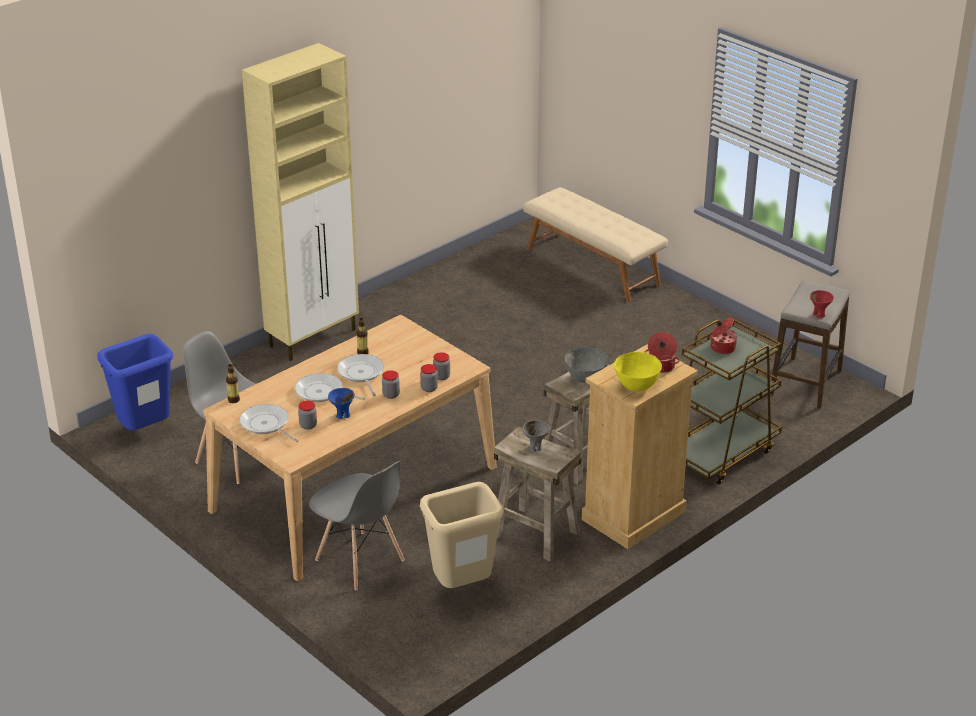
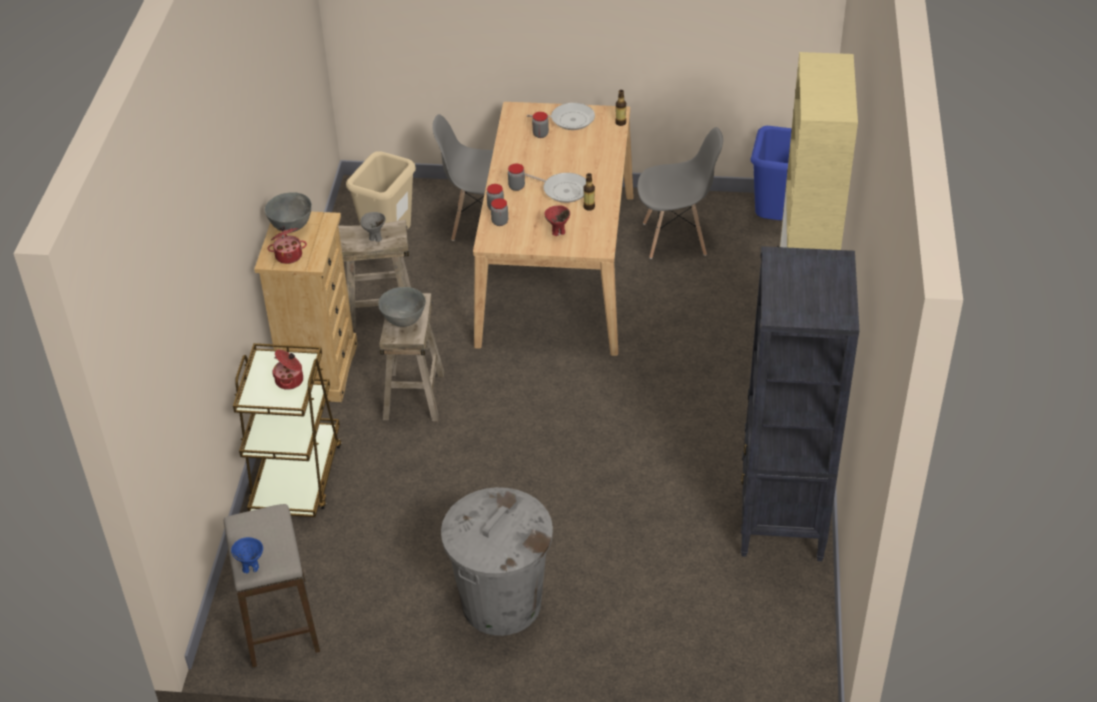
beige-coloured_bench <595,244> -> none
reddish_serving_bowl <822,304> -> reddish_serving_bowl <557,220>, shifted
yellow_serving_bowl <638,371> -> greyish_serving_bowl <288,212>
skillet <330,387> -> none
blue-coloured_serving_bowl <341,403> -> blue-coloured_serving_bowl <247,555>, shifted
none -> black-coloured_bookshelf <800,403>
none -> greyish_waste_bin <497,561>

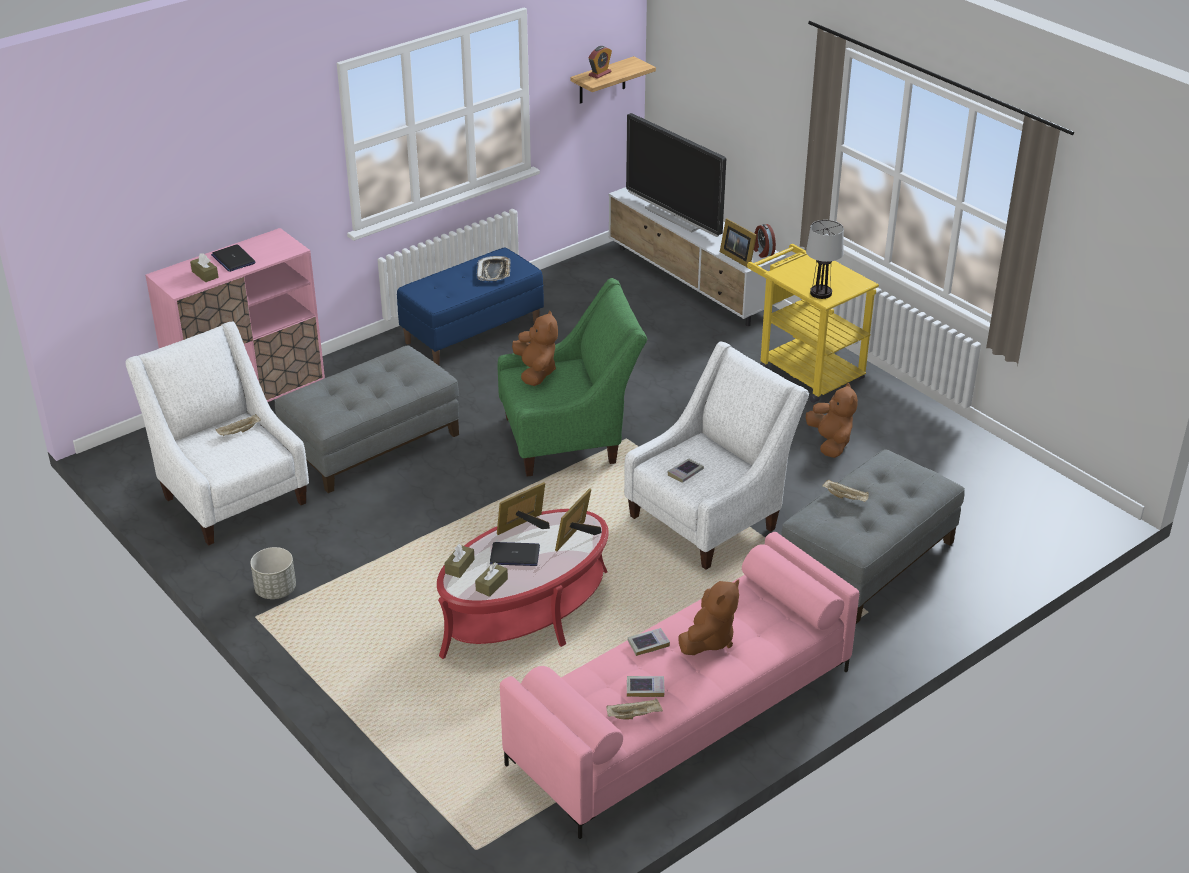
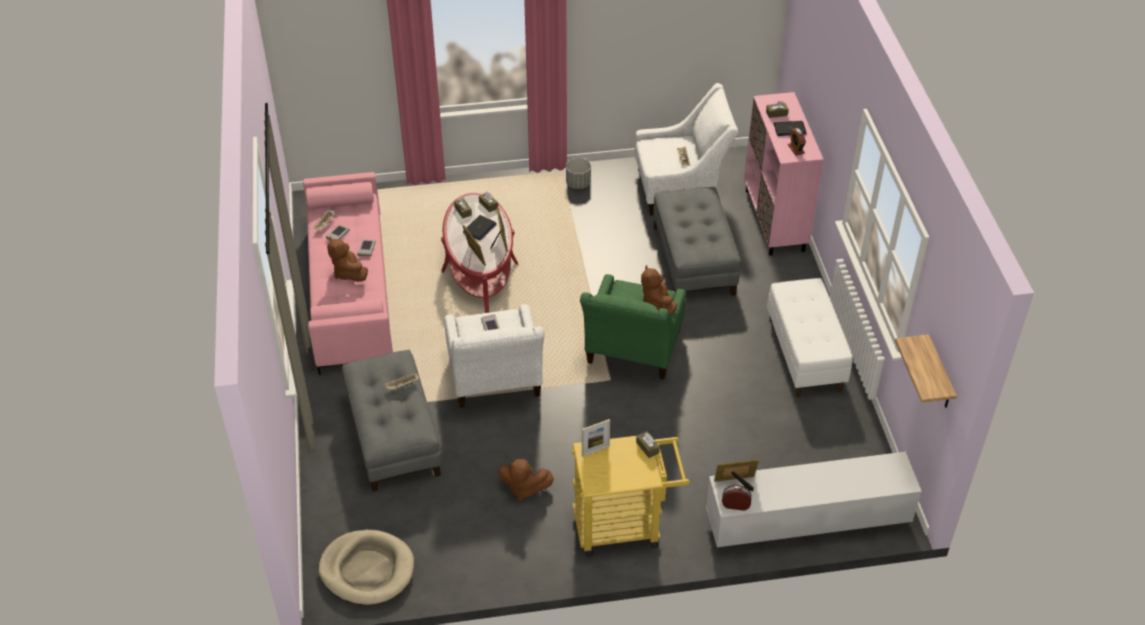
bedside_clock <600,62> -> bedside_clock <797,142>, shifted
television <676,175> -> none
lamp_for_a_table <825,259> -> standing_frame <596,438>
blue-coloured_bench <470,306> -> white_bench <809,337>
tray <494,268> -> none
brown-coloured_soft_toy <535,348> -> brown-coloured_soft_toy <659,290>, 60 degrees clockwise
none -> brown-coloured_box_of_tissues <648,444>
none -> beige-coloured_dog_bed <366,567>

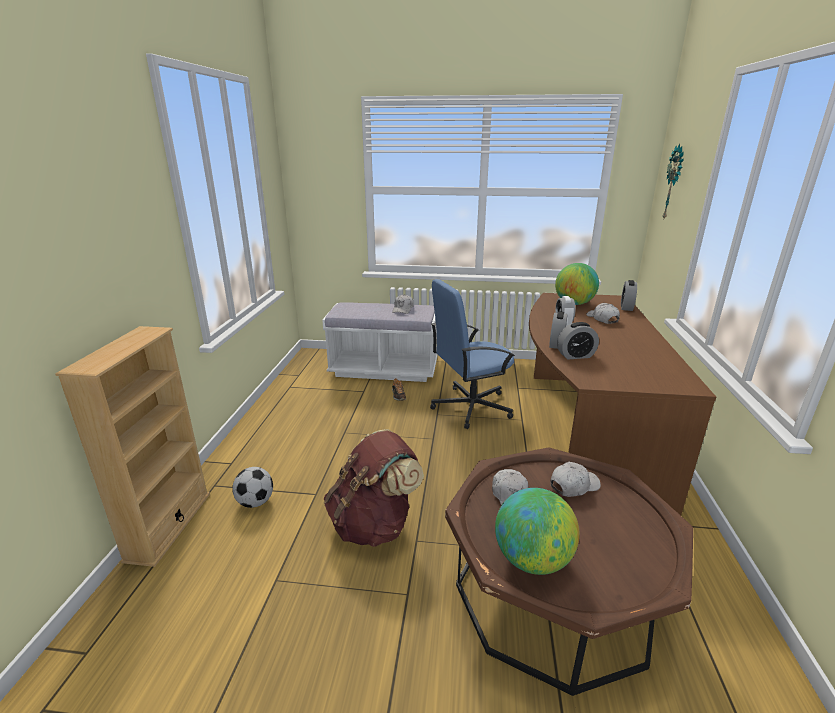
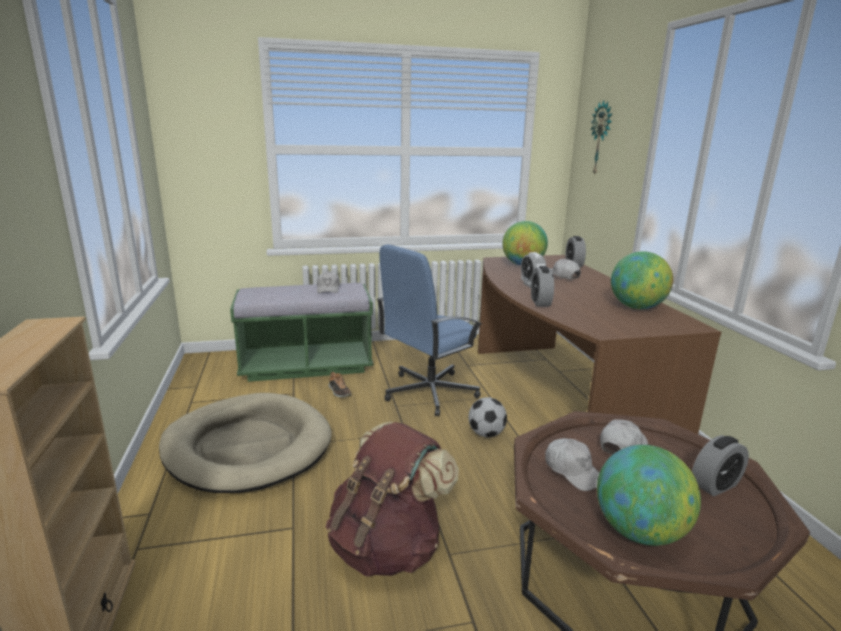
white_bench <380,342> -> green-coloured_bench <301,332>
bedside_clock <578,340> -> bedside_clock <720,466>, shifted
football_ball <252,487> -> football_ball <487,417>, shifted
none -> globe <642,280>
none -> beige-coloured_dog_bed <245,443>

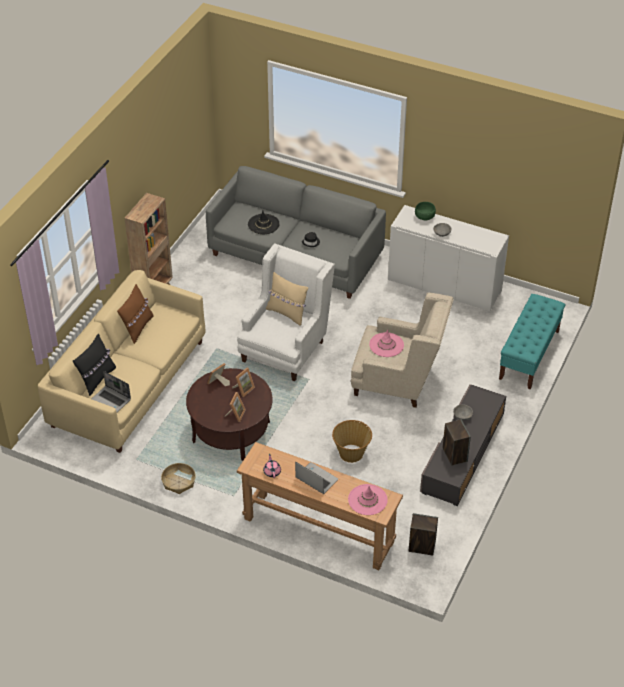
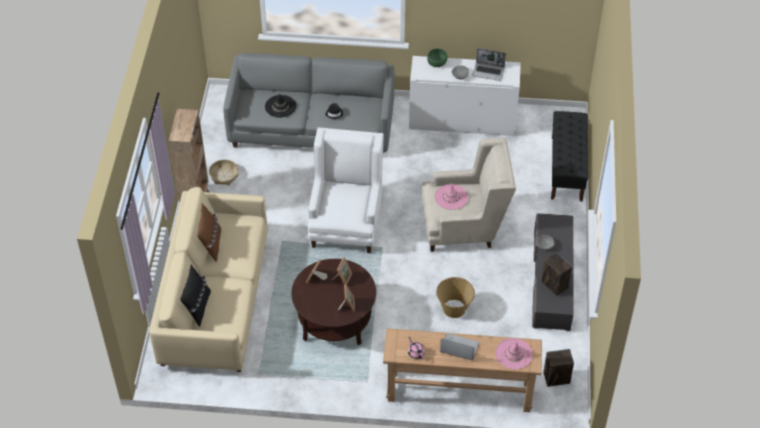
beige-coloured_pillow <287,299> -> none
turquoise-coloured_bench <532,342> -> black-coloured_bench <569,156>
laptop <111,391> -> laptop <489,64>, shifted
storage_basket <178,478> -> storage_basket <224,172>, shifted

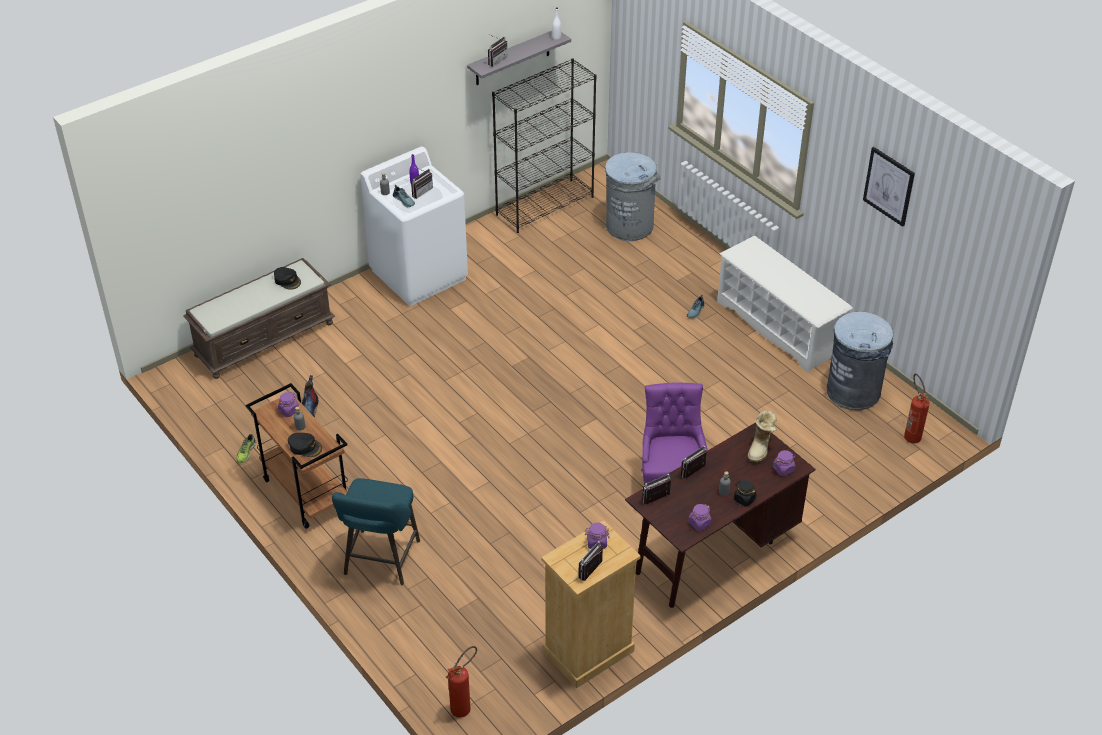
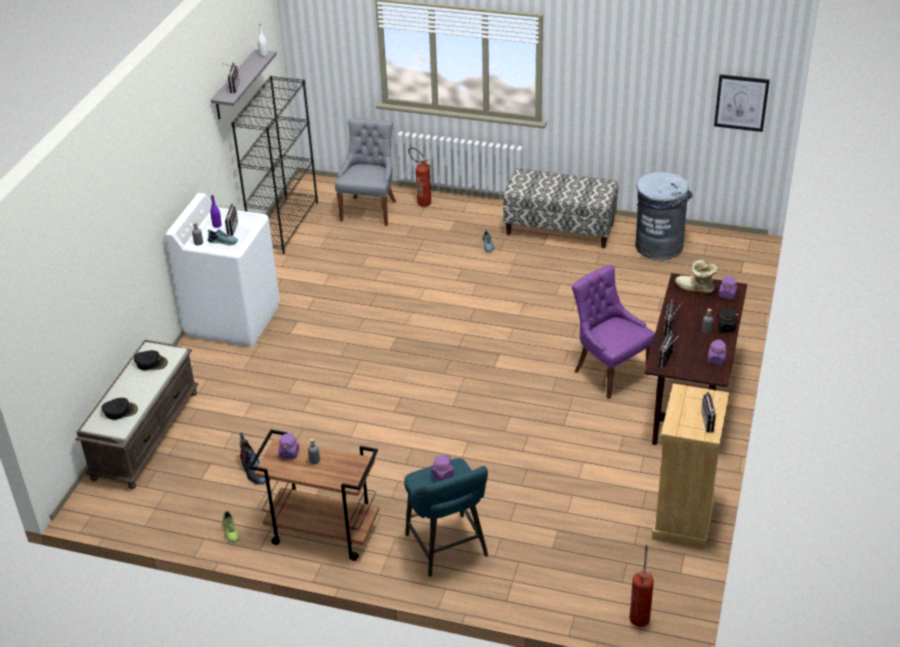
wall_art <889,187> -> wall_art <742,103>, shifted
greyish_waste_bin <633,196> -> greyish_chair <365,172>
white_shoe_shelf <785,304> -> bench <560,208>
fire-fighting_cylinder <917,408> -> fire-fighting_cylinder <419,177>, shifted
tall_boot <762,437> -> tall_boot <696,276>, 135 degrees clockwise
black-coloured_cap <305,445> -> black-coloured_cap <119,409>, shifted
purple-coloured_preserve_jar <597,536> -> purple-coloured_preserve_jar <442,468>, shifted

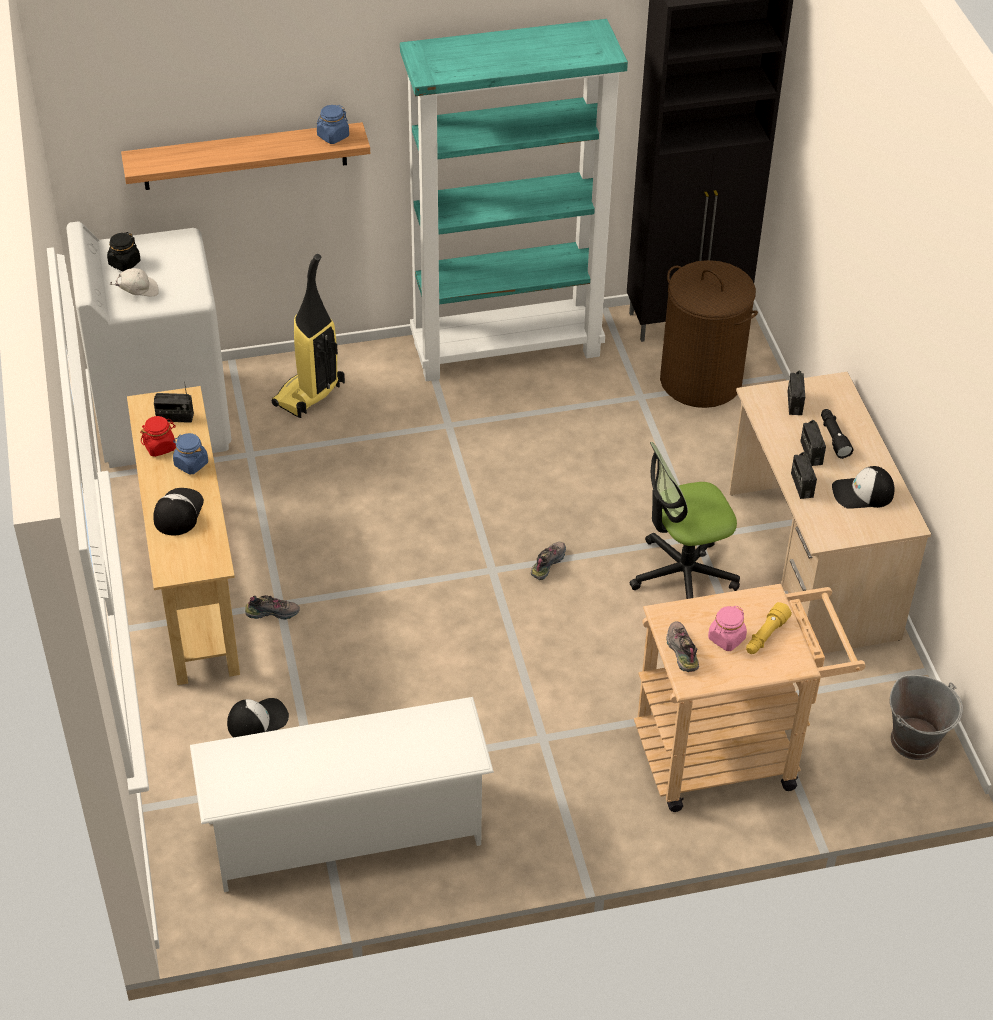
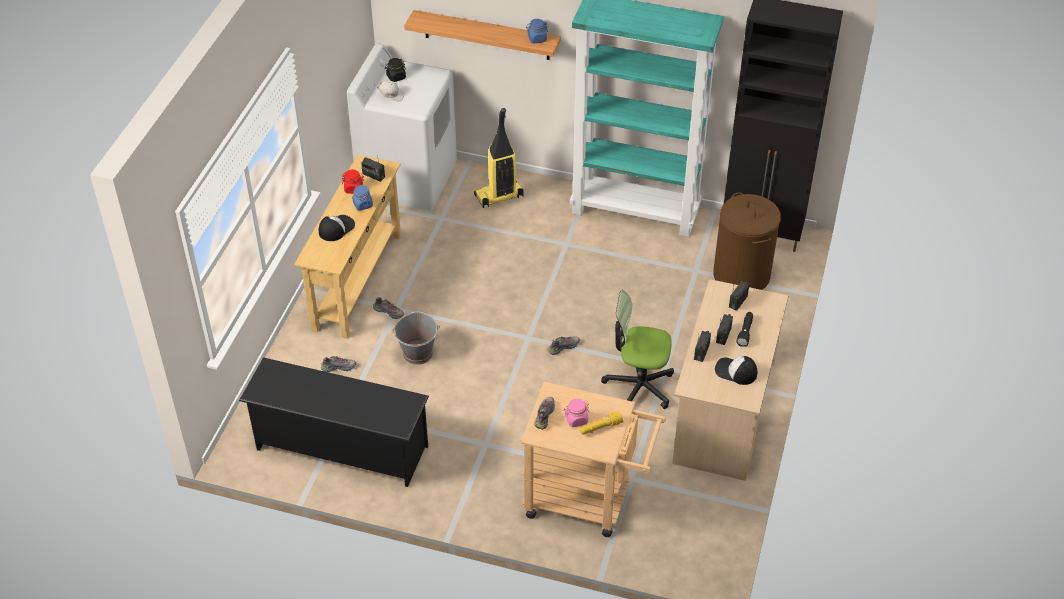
greyish_water_bucket <926,717> -> greyish_water_bucket <415,338>, shifted
white_shoe_shelf <342,794> -> black-coloured_shoe_shelf <334,422>
cap <258,717> -> item_of_footwear <338,364>

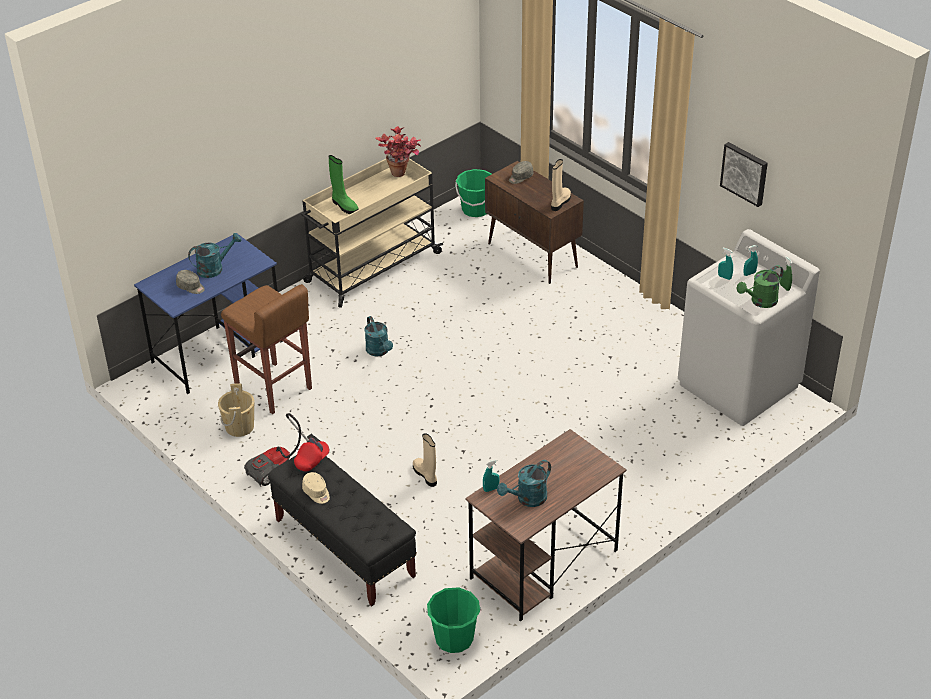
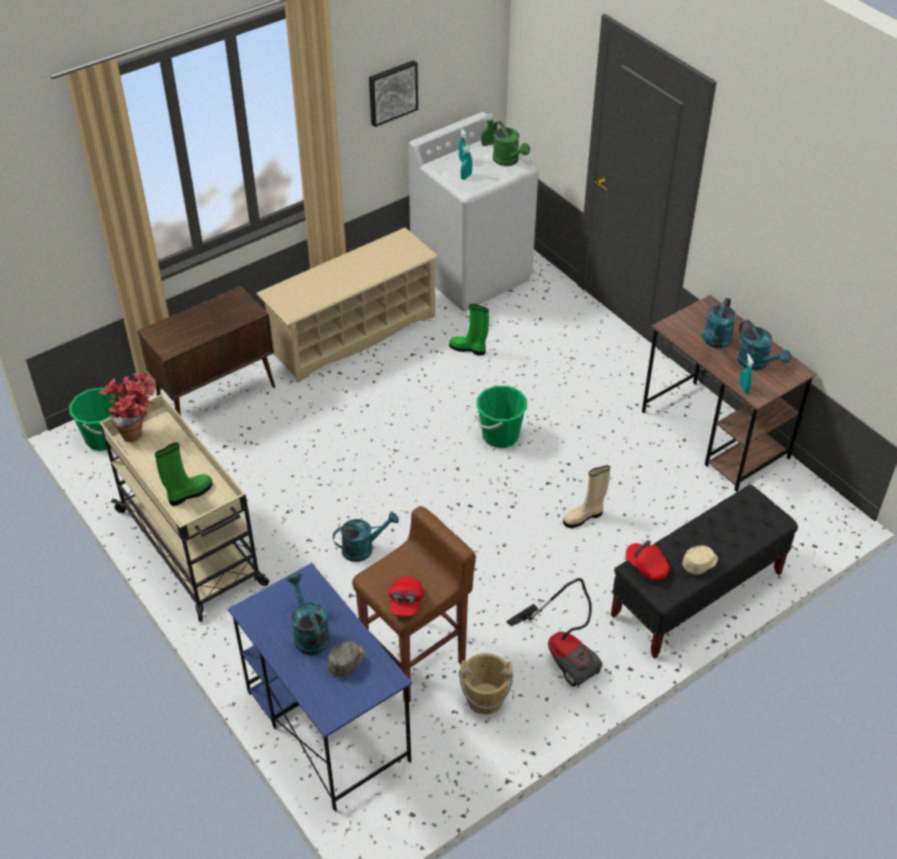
beige-coloured_tall_boot <561,185> -> none
greyish_cap <521,172> -> none
green-coloured_water_bucket <453,620> -> green-coloured_water_bucket <502,417>, shifted
none -> beige-coloured_shoe_shelf <347,305>
none -> turquoise-coloured_watering_can <719,323>
none -> green-coloured_tall_boot <469,330>
none -> reddish_cap <406,596>

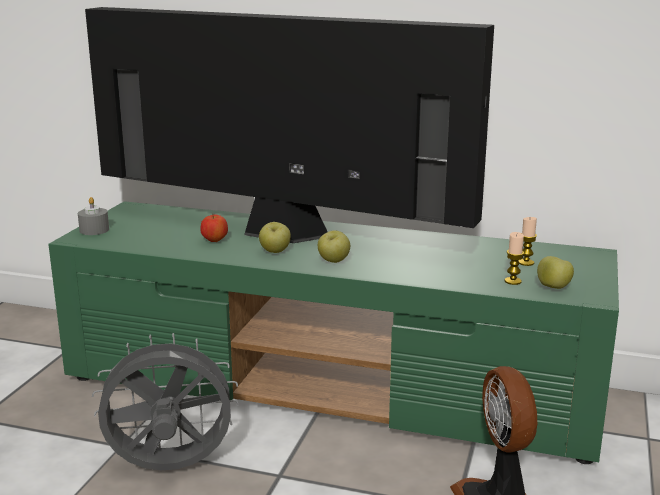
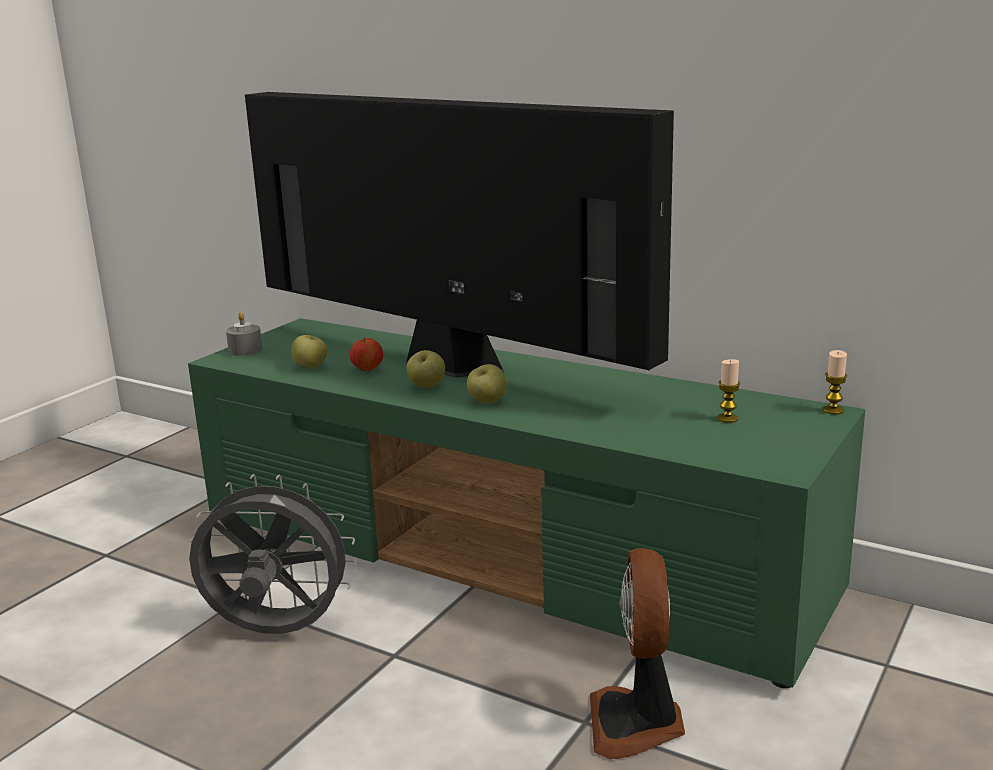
wax_candle <514,258> -> wax_candle <835,382>, shifted
apple_fruit <555,272> -> apple_fruit <309,352>, shifted

